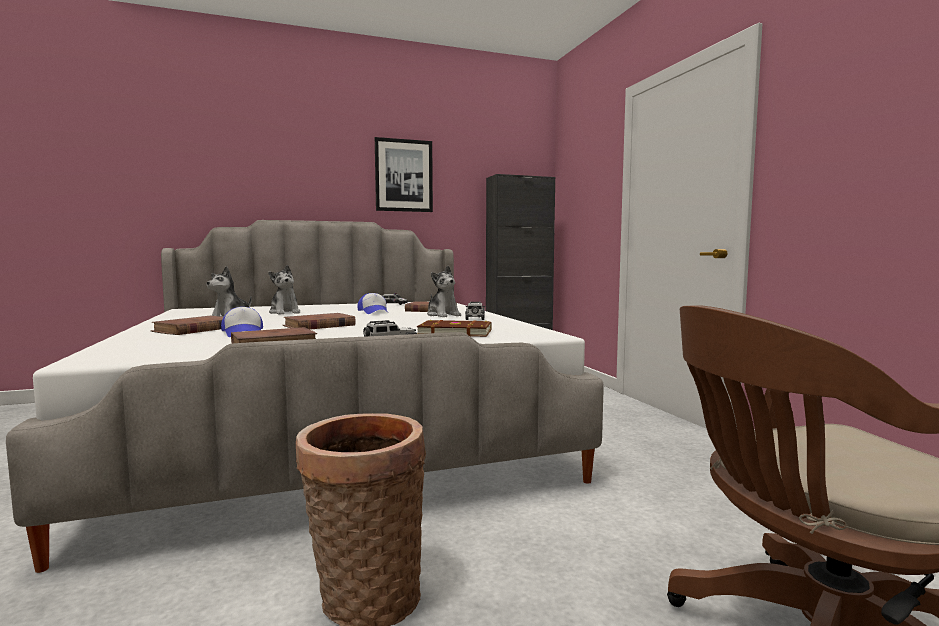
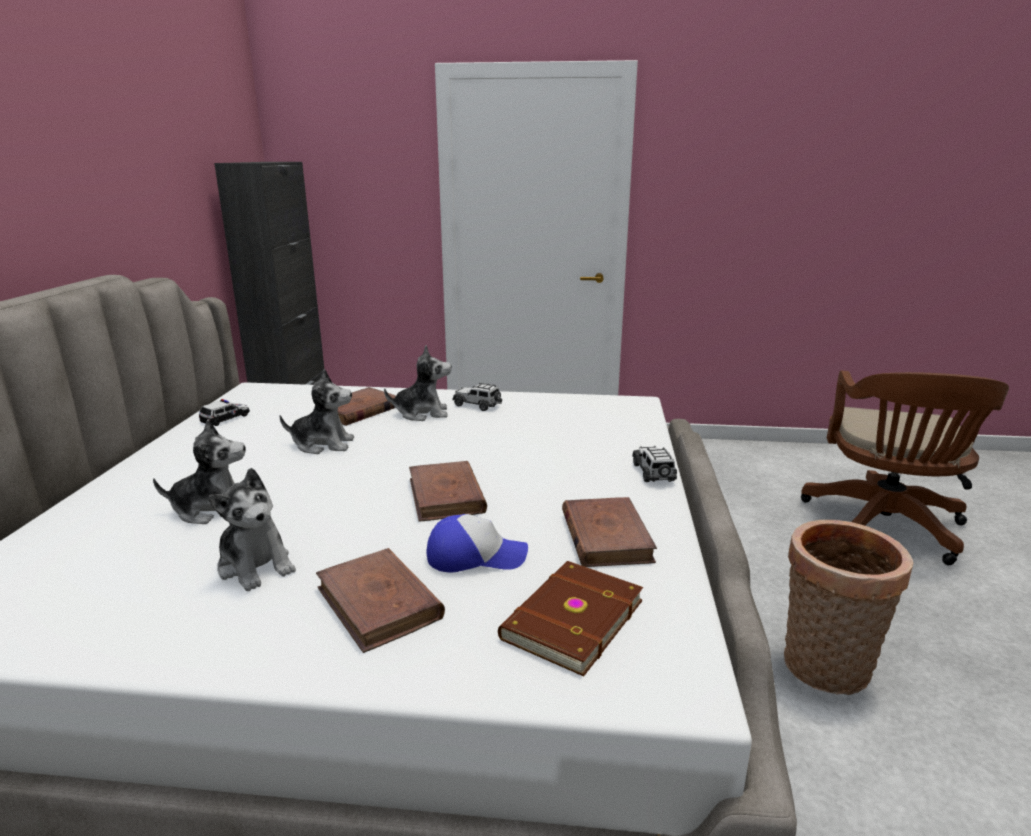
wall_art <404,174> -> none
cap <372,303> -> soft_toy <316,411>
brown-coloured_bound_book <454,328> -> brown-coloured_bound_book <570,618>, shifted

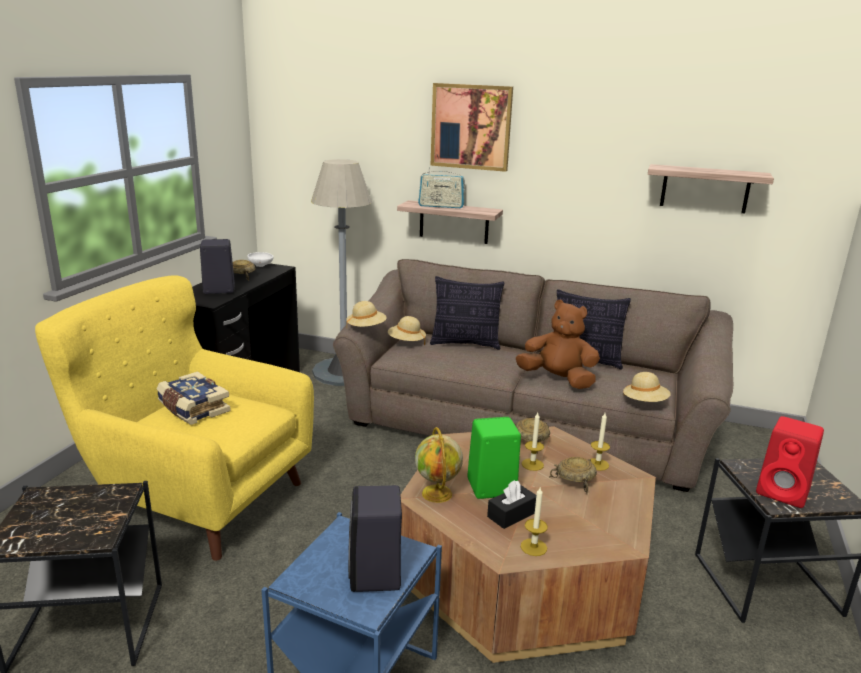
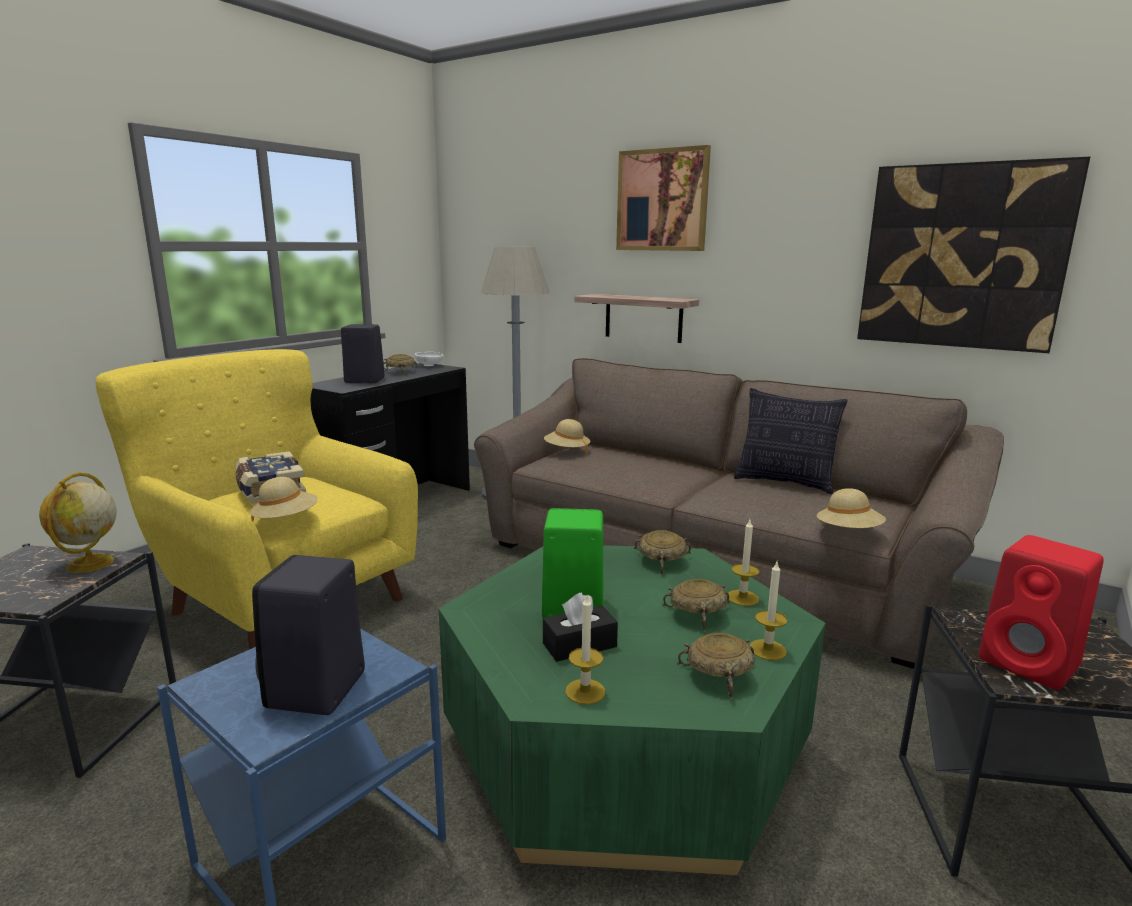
wall_shelf <711,188> -> wall_art <973,255>
radio_receiver <441,187> -> none
pillow <467,313> -> none
brown-coloured_soft_toy <558,344> -> none
beige-coloured_clothing_hat <366,314> -> beige-coloured_clothing_hat <284,499>, shifted
wax_candle <533,442> -> wax_candle <769,611>, shifted
brown-coloured_lounge_table <528,544> -> green-coloured_lounge_table <632,710>
globe <439,465> -> globe <78,522>, shifted
none -> beige-coloured_serving_bowl <716,666>

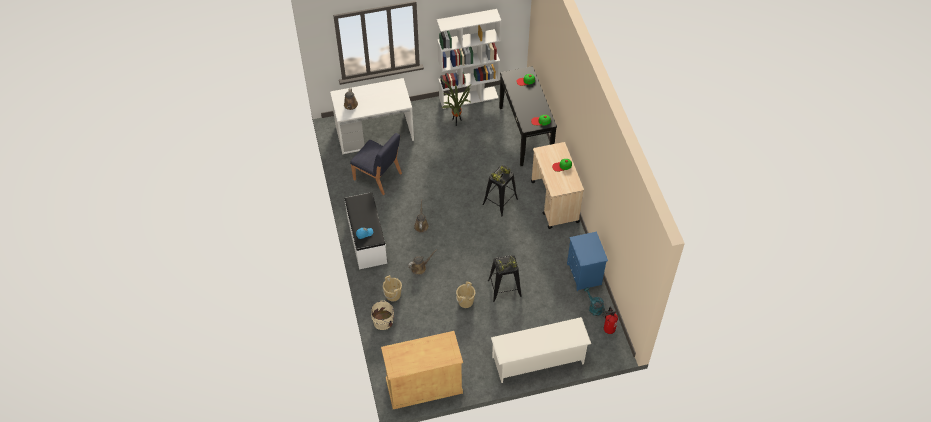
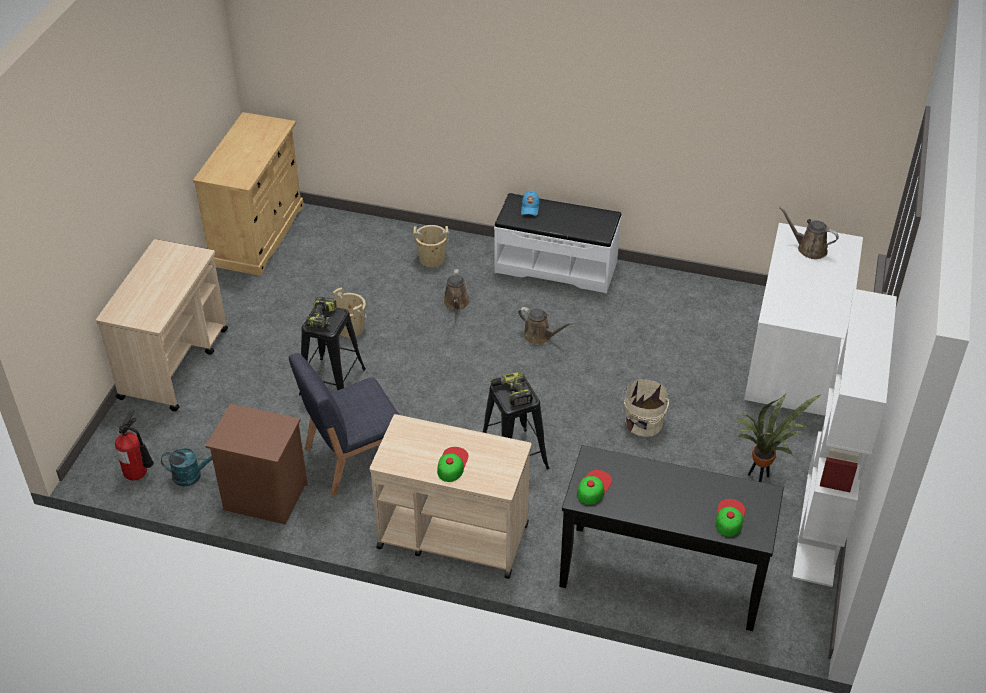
blue-coloured_chair <376,164> -> blue-coloured_chair <344,424>, shifted
blue-coloured_nightstand <587,261> -> brown-coloured_nightstand <256,464>
beige-coloured_water_bucket <382,315> -> beige-coloured_water_bucket <645,408>, shifted
white_shoe_shelf <541,350> -> beige-coloured_cart <162,325>

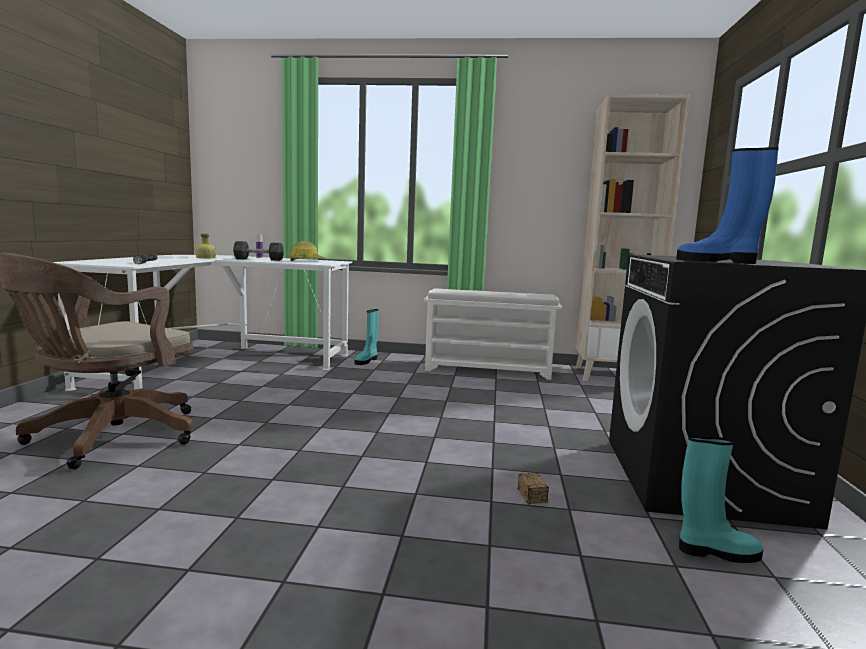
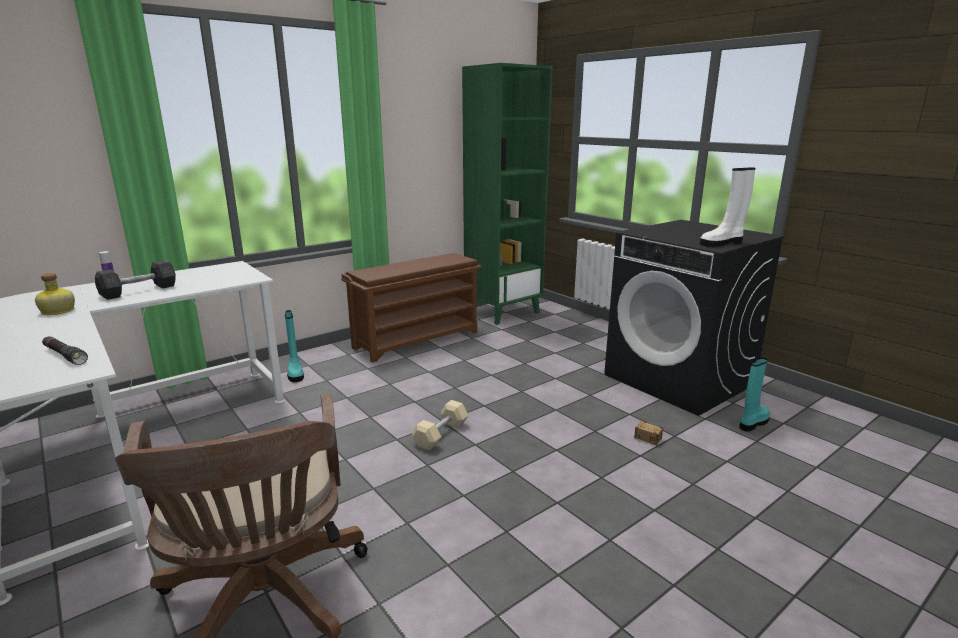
beige-coloured_bookshelf <632,237> -> green-coloured_bookshelf <507,194>
blue-coloured_tall_boot <727,205> -> white_tall_boot <727,207>
safety_helmet <306,251> -> none
white_shoe_shelf <493,334> -> brown-coloured_shoe_shelf <411,308>
none -> beige-coloured_dumbbell <440,425>

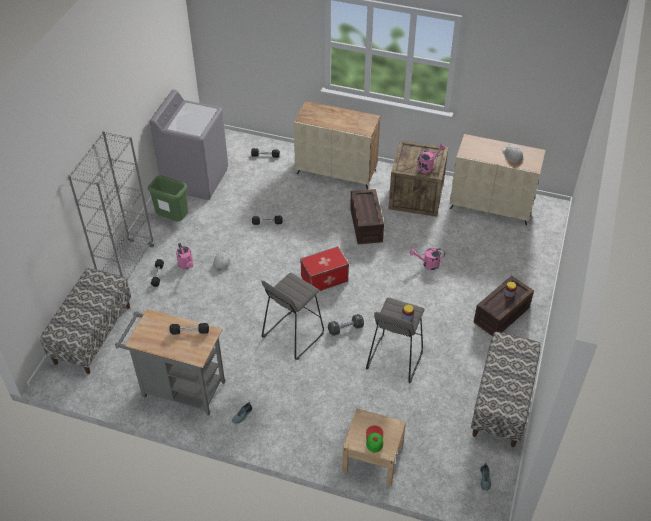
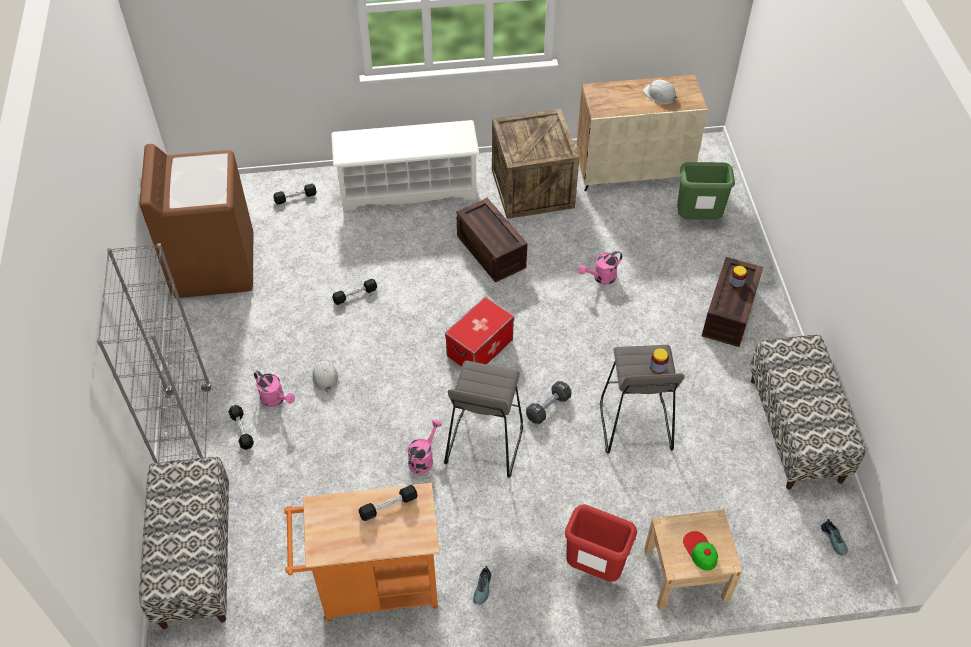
greyish_laundry_machine <189,145> -> brown-coloured_laundry_machine <196,221>
beige-coloured_storage_cabinet <336,145> -> white_shoe_shelf <405,165>
pink_watering_can <431,158> -> pink_watering_can <425,447>, shifted
green-coloured_waste_bin <168,198> -> green-coloured_waste_bin <706,191>, shifted
greyish_cart <170,362> -> orangey_cart <362,552>
none -> reddish_waste_bin <601,543>

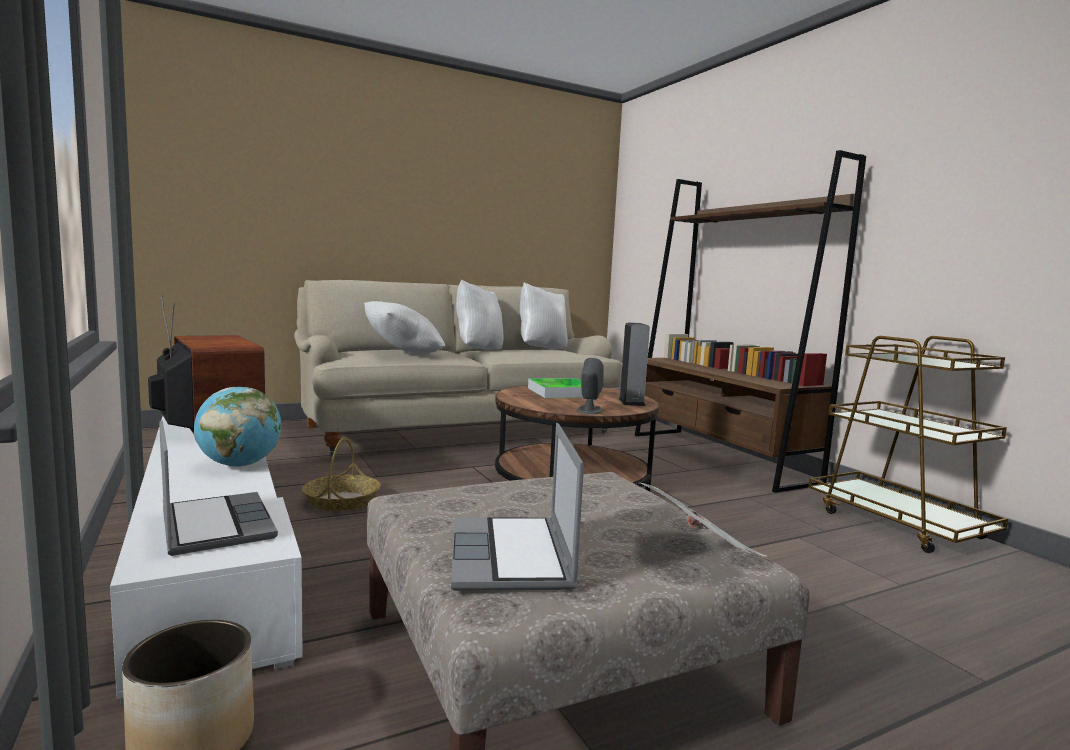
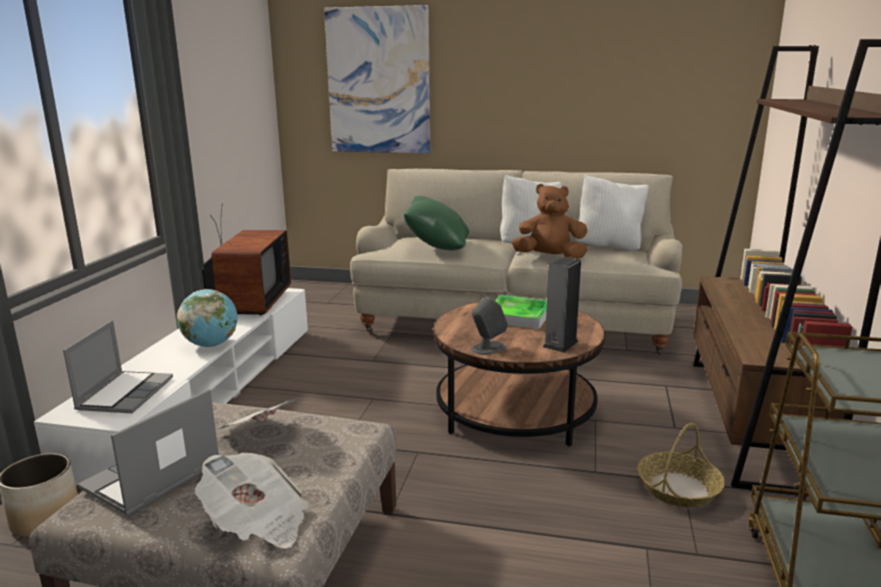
white_pillow <404,327> -> green-coloured_pillow <436,223>
storage_basket <341,474> -> storage_basket <681,465>, shifted
none -> wall_art <377,79>
none -> brown-coloured_soft_toy <549,221>
none -> daily_paper <259,413>

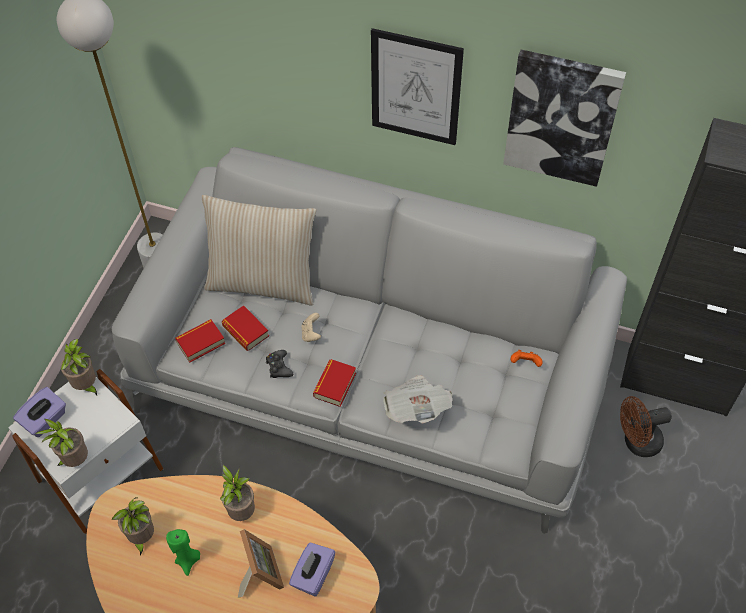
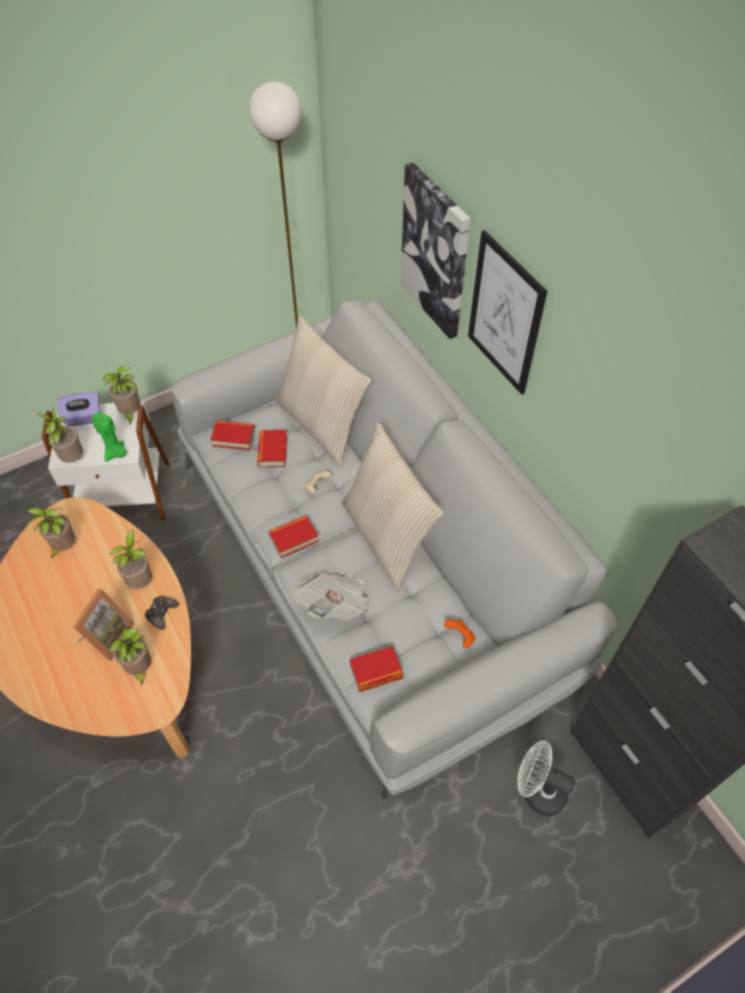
wall_art <564,118> -> wall_art <436,250>, shifted
black-coloured_joypad <280,364> -> black-coloured_joypad <162,613>, shifted
brown-coloured_electric_fan <646,426> -> white_electric_fan <546,778>
green-coloured_wax_candle <183,552> -> green-coloured_wax_candle <109,436>, shifted
purple-coloured_box_of_tissues <312,569> -> potted_plant <129,656>
none -> beige-coloured_pillow <392,507>
none -> bound_book <376,669>

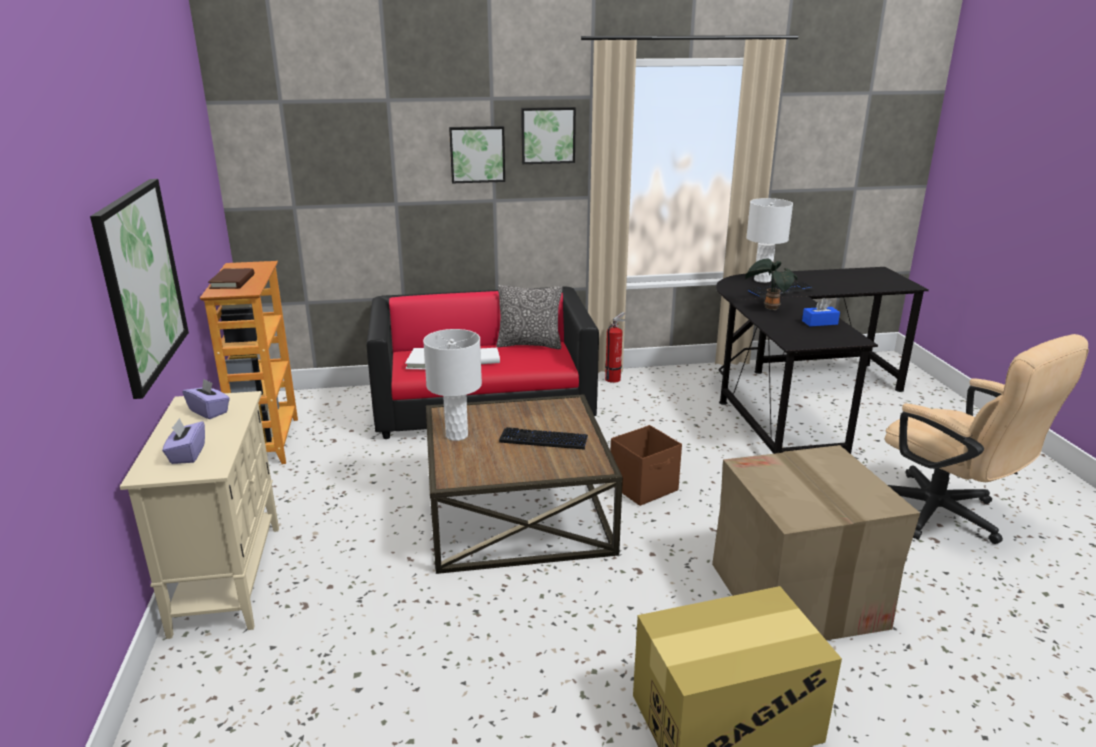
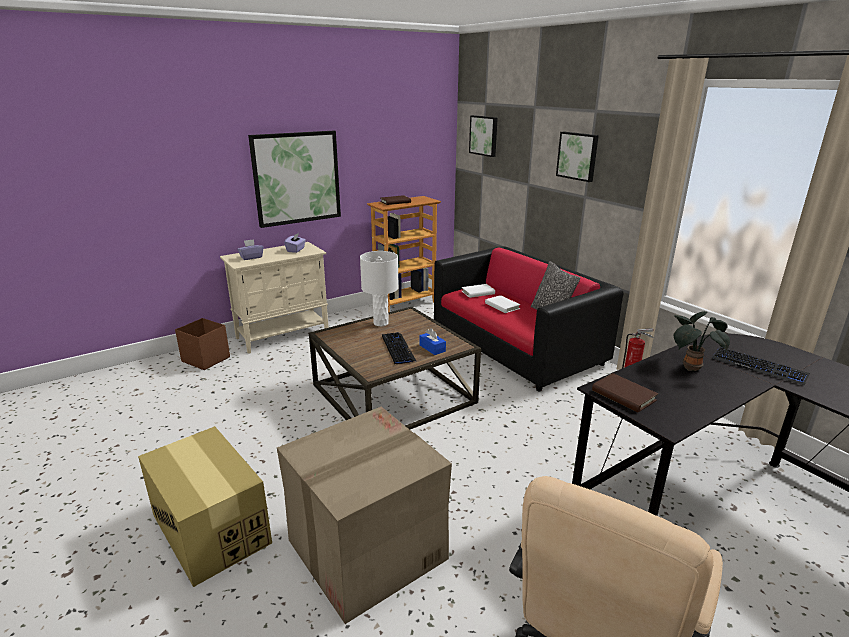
wall_art <548,135> -> wall_art <483,136>, shifted
white_lamp_for_a_table <769,240> -> none
blue-coloured_box_of_tissues <821,312> -> blue-coloured_box_of_tissues <433,341>, shifted
brown-coloured_storage_container <646,465> -> brown-coloured_storage_container <202,344>, shifted
none -> brown-coloured_bound_book <625,392>

